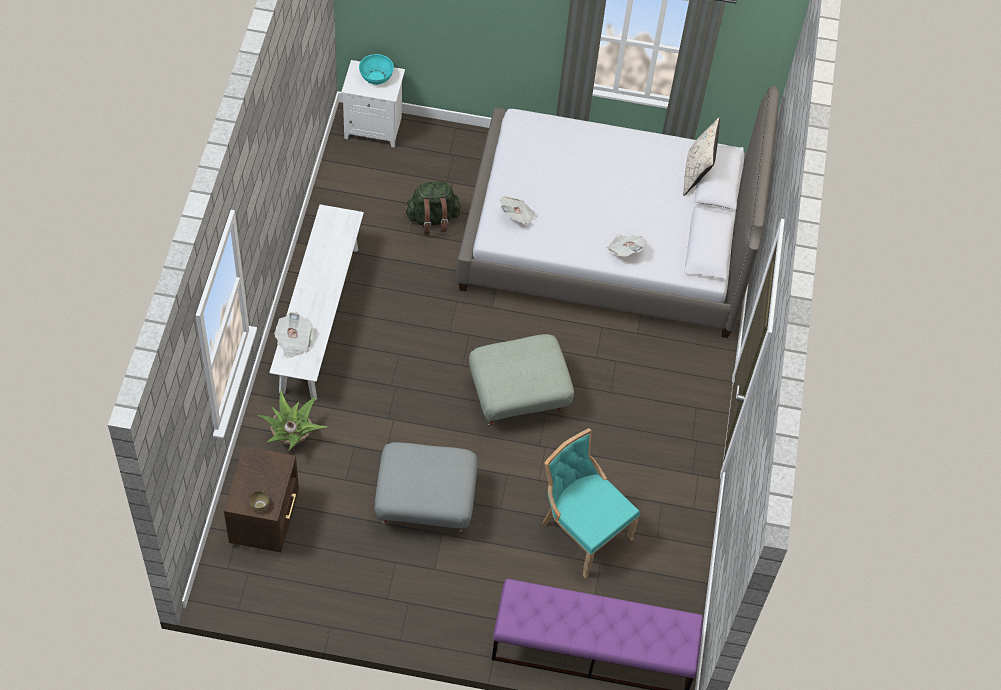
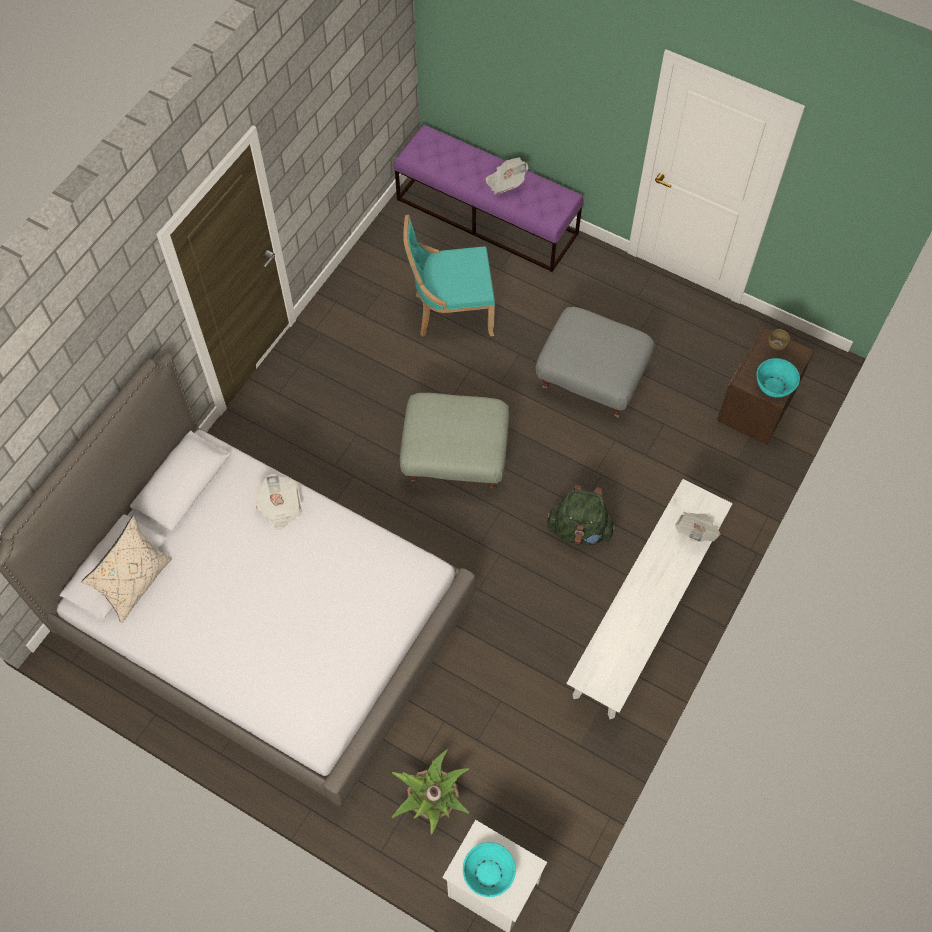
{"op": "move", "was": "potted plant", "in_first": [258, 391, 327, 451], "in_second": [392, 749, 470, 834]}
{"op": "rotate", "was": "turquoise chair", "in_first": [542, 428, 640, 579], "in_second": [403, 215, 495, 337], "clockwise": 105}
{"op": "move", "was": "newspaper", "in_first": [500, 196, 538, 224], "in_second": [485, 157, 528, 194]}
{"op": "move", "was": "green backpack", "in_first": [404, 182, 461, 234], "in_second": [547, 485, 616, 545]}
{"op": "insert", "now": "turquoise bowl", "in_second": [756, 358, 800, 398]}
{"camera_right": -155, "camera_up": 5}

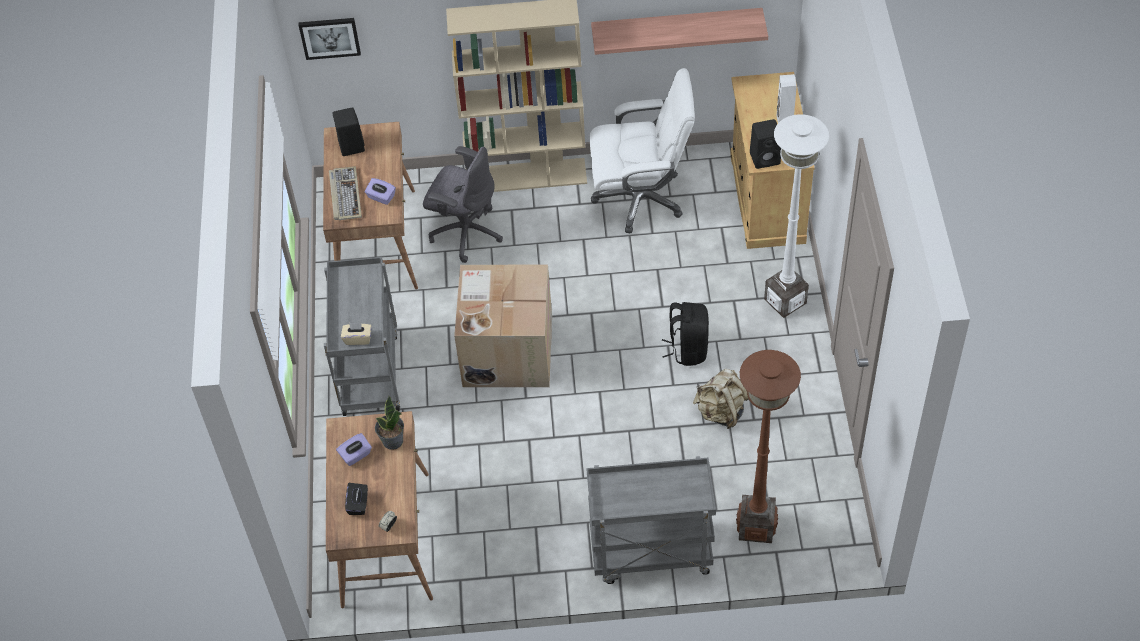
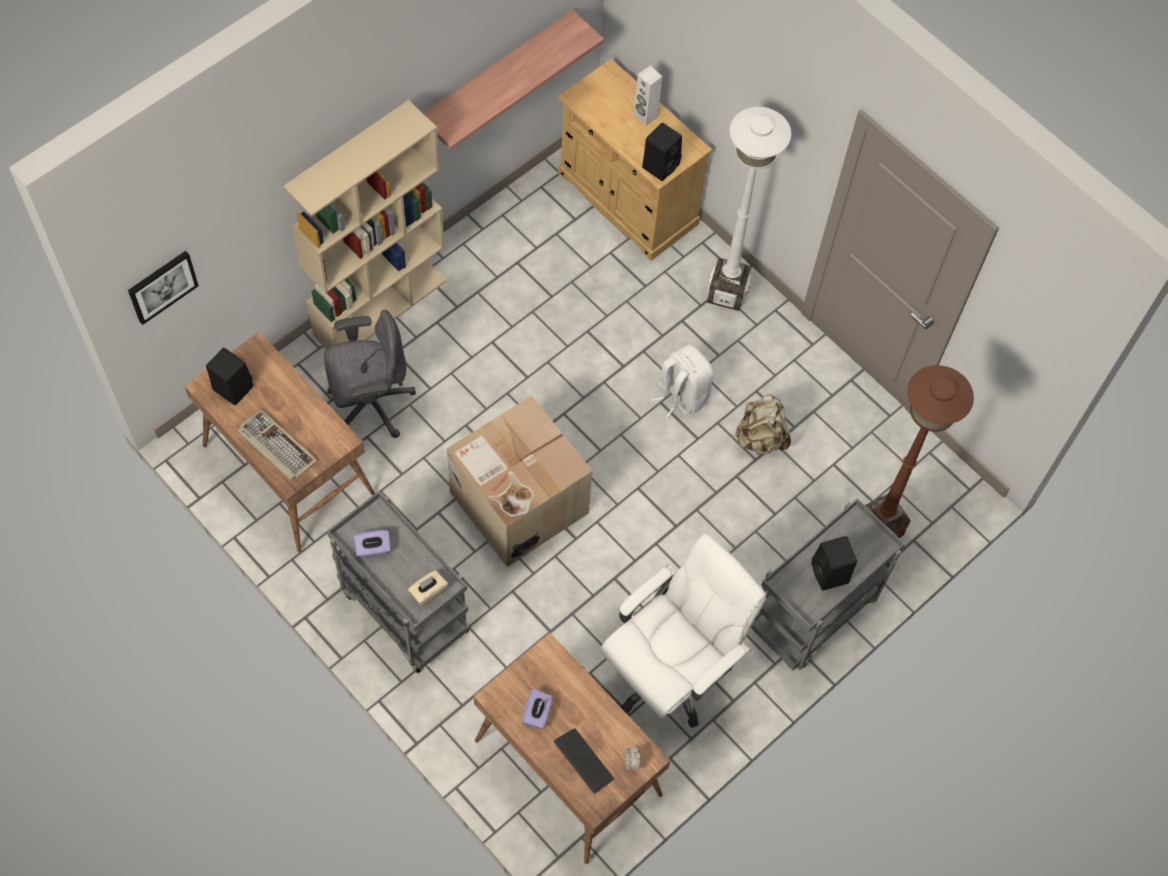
{"op": "move", "was": "purple tissue box", "in_first": [365, 178, 396, 205], "in_second": [354, 530, 391, 558]}
{"op": "replace", "was": "black tissue box", "now": "keyboard", "in_first": [345, 483, 368, 515], "in_second": [554, 728, 614, 794]}
{"op": "move", "was": "white office chair", "in_first": [590, 68, 695, 234], "in_second": [600, 533, 767, 728]}
{"op": "recolor", "was": "black backpack", "now": "white backpack", "in_first": [662, 302, 709, 366], "in_second": [652, 345, 713, 418]}
{"op": "insert", "now": "black speaker", "in_second": [811, 536, 857, 590]}
{"op": "delete", "was": "potted plant", "in_first": [375, 396, 404, 450]}
{"camera_right": -45, "camera_up": 10}

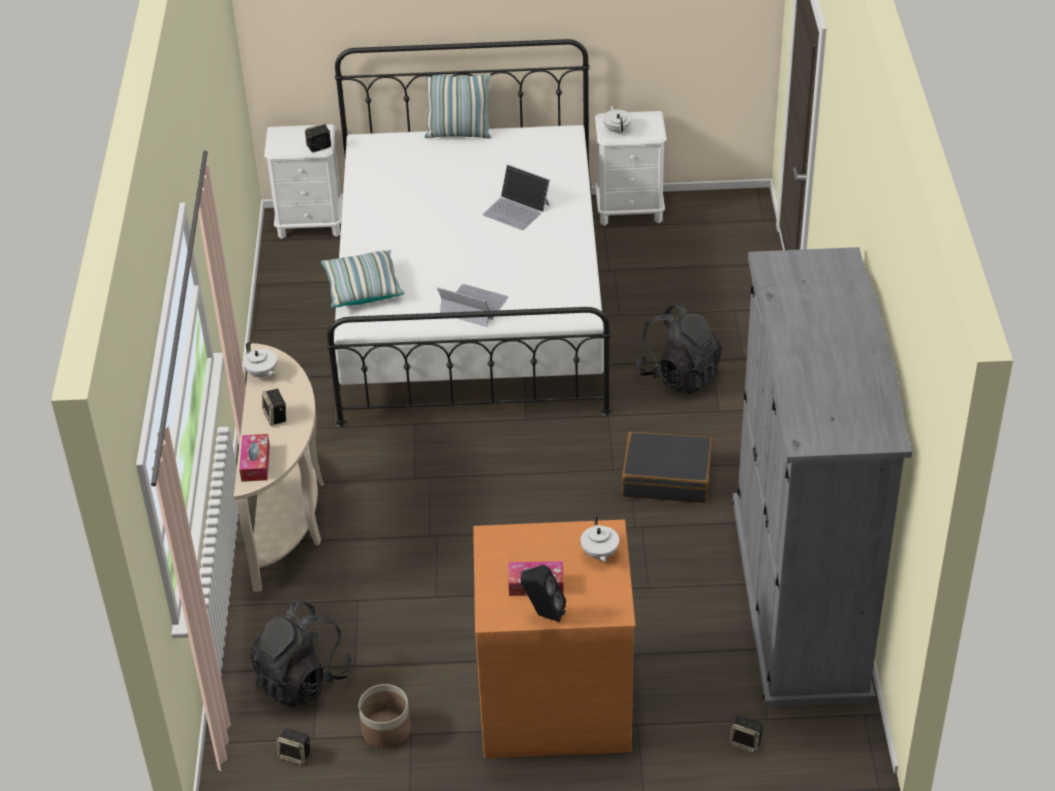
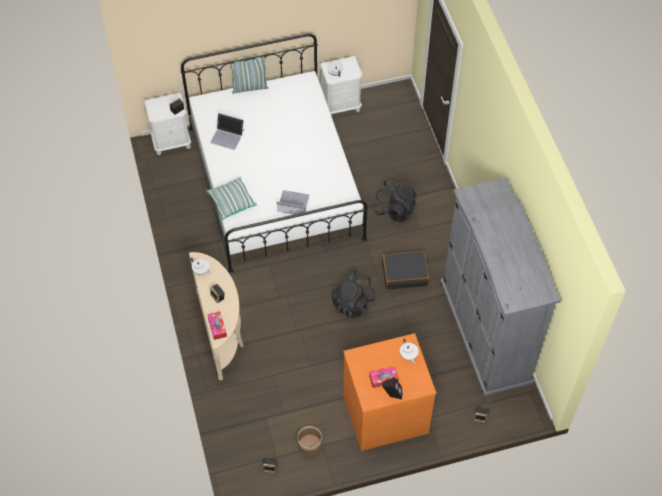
{"op": "move", "was": "laptop", "in_first": [483, 164, 550, 230], "in_second": [210, 113, 244, 150]}
{"op": "move", "was": "black backpack", "in_first": [250, 601, 353, 708], "in_second": [331, 269, 376, 318]}
{"camera_right": -15, "camera_up": 15}

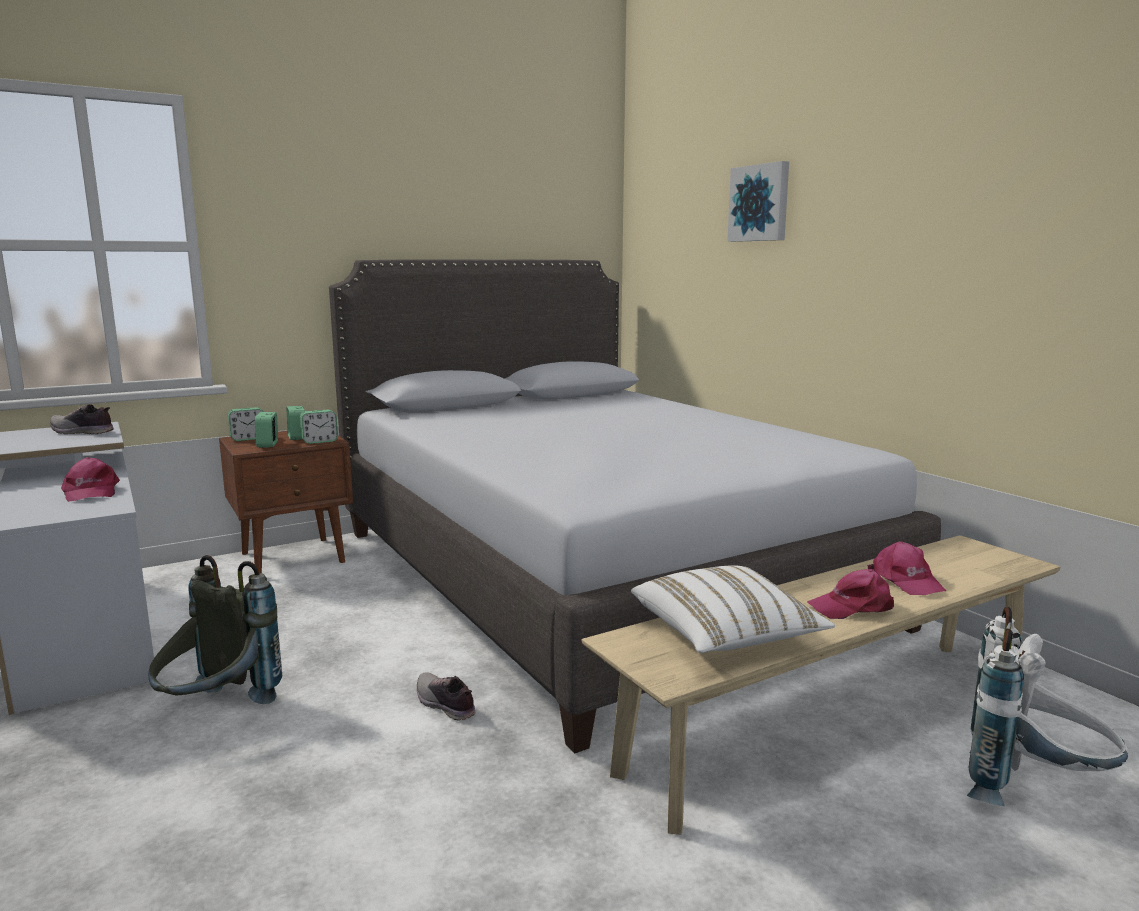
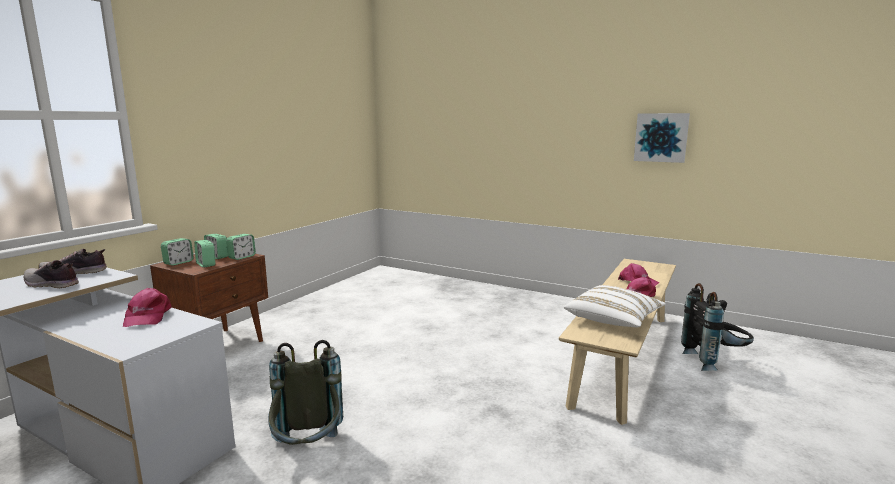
{"op": "move", "was": "shoe", "in_first": [417, 672, 476, 721], "in_second": [24, 260, 79, 288]}
{"op": "rotate", "was": "pink cap", "in_first": [61, 457, 120, 502], "in_second": [123, 288, 172, 327], "clockwise": 45}
{"op": "move", "was": "picture", "in_first": [727, 161, 789, 242], "in_second": [634, 113, 690, 163]}
{"op": "recolor", "was": "white backpack", "now": "black backpack", "in_first": [967, 607, 1129, 806], "in_second": [681, 283, 754, 371]}
{"op": "delete", "was": "grey bed", "in_first": [329, 259, 941, 754]}
{"camera_right": -30, "camera_up": 0}

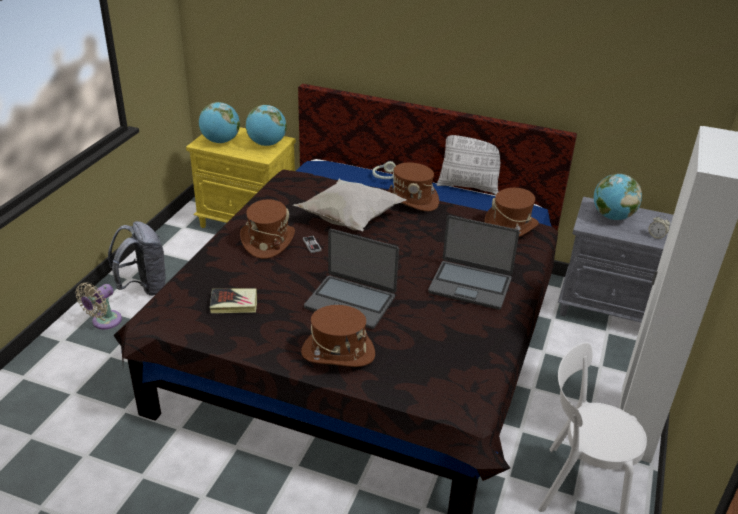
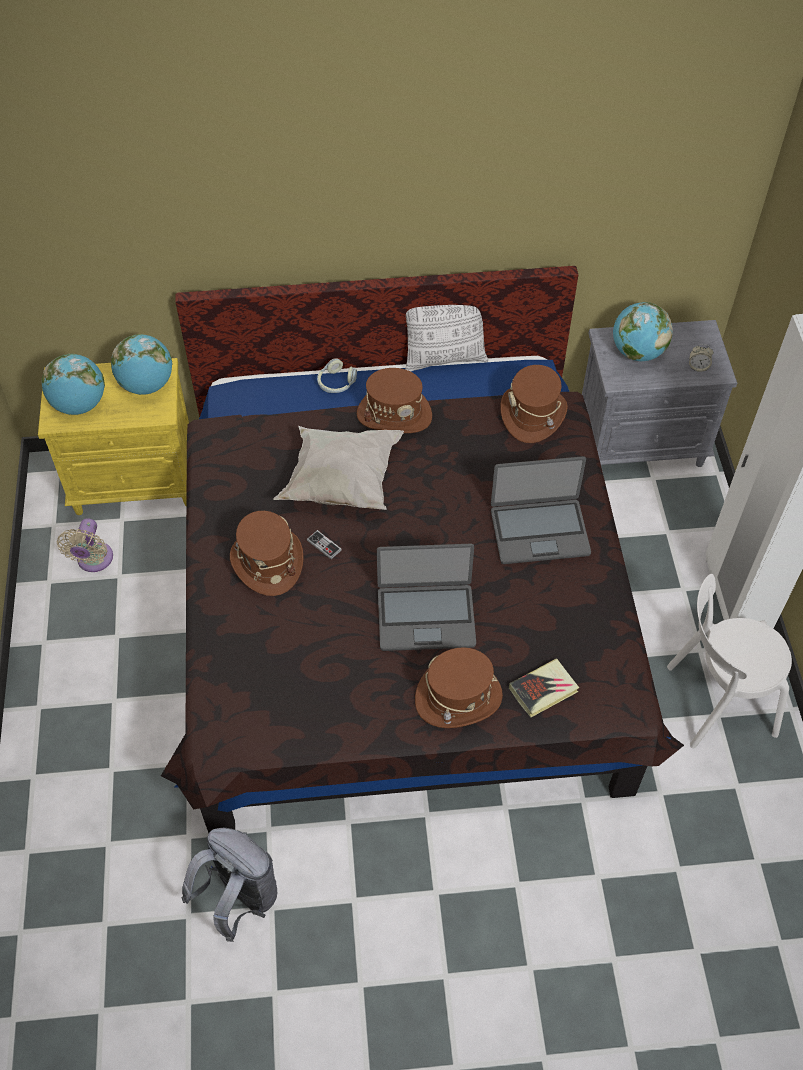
{"op": "move", "was": "beige fan", "in_first": [75, 283, 122, 329], "in_second": [57, 518, 113, 572]}
{"op": "move", "was": "grey backpack", "in_first": [108, 221, 166, 296], "in_second": [182, 828, 277, 942]}
{"op": "move", "was": "book", "in_first": [210, 288, 257, 313], "in_second": [509, 658, 580, 717]}
{"camera_right": -25, "camera_up": 20}

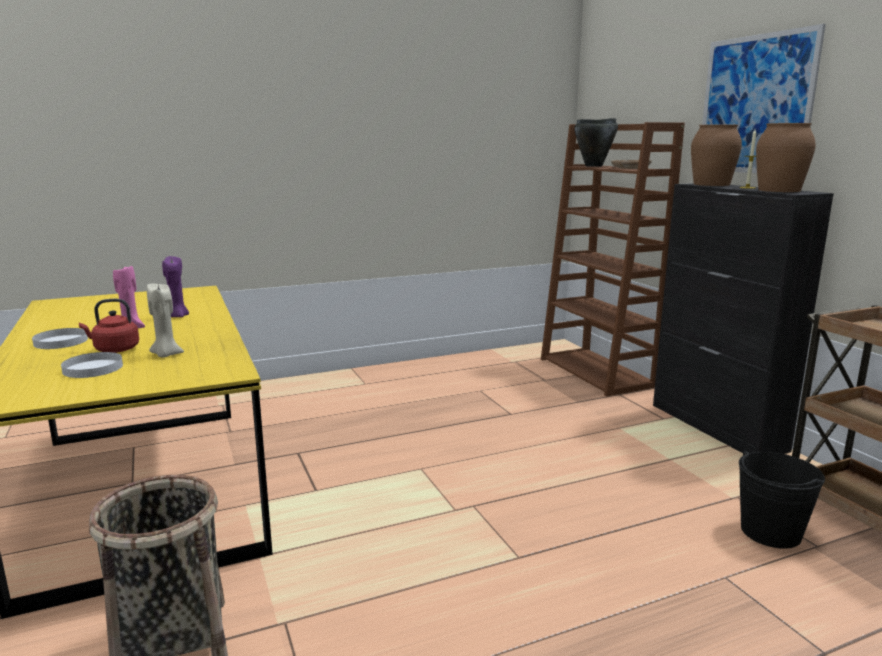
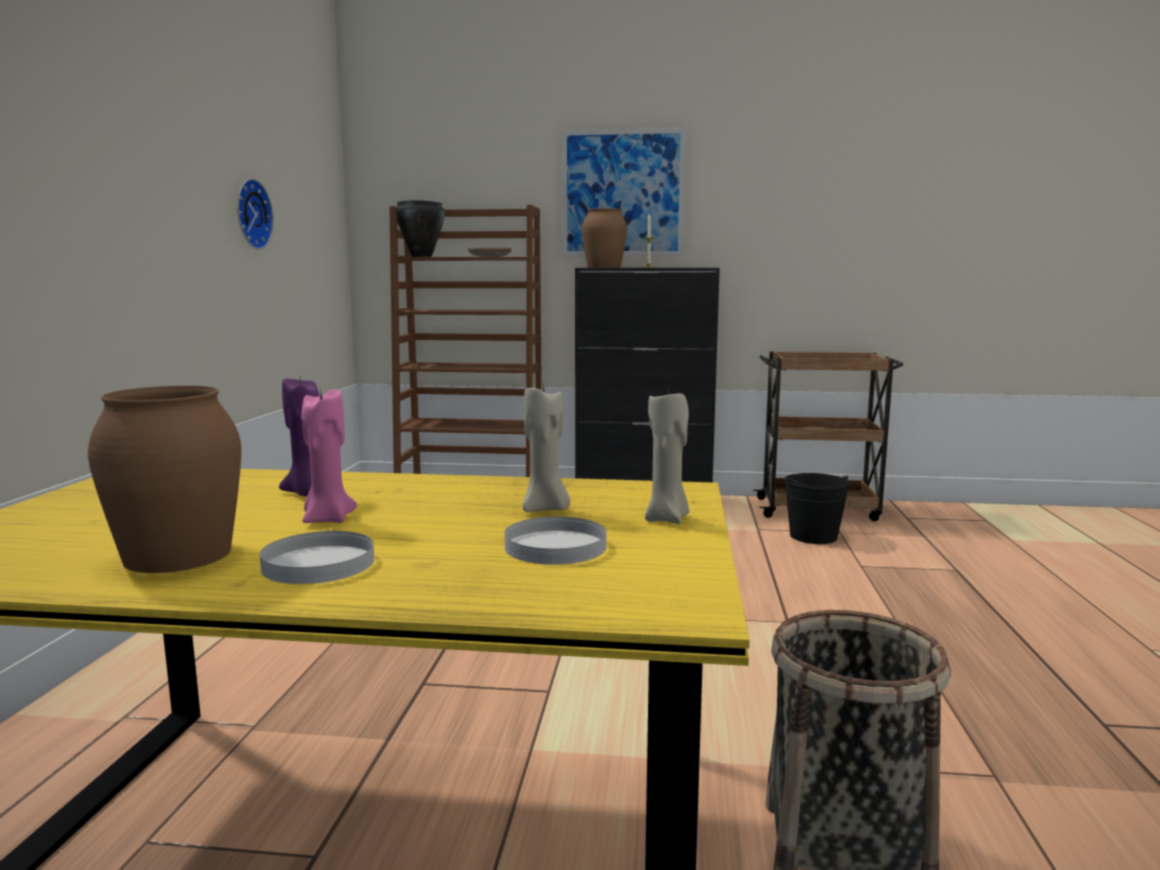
{"op": "move", "was": "brown vase", "in_first": [756, 123, 816, 192], "in_second": [88, 386, 241, 573]}
{"op": "insert", "now": "wall clock", "in_second": [237, 179, 274, 250]}
{"op": "insert", "now": "beige candle", "in_second": [645, 390, 689, 524]}
{"op": "delete", "was": "red kettle", "in_first": [79, 299, 139, 353]}
{"camera_right": -60, "camera_up": -5}

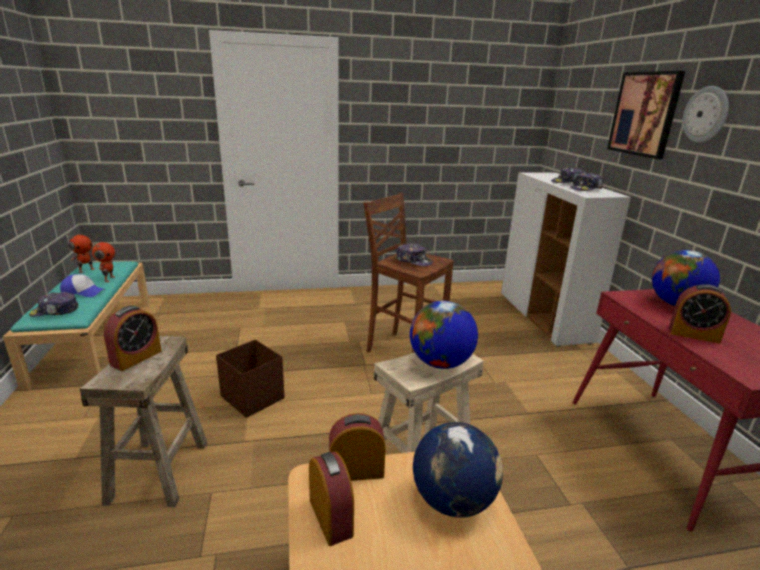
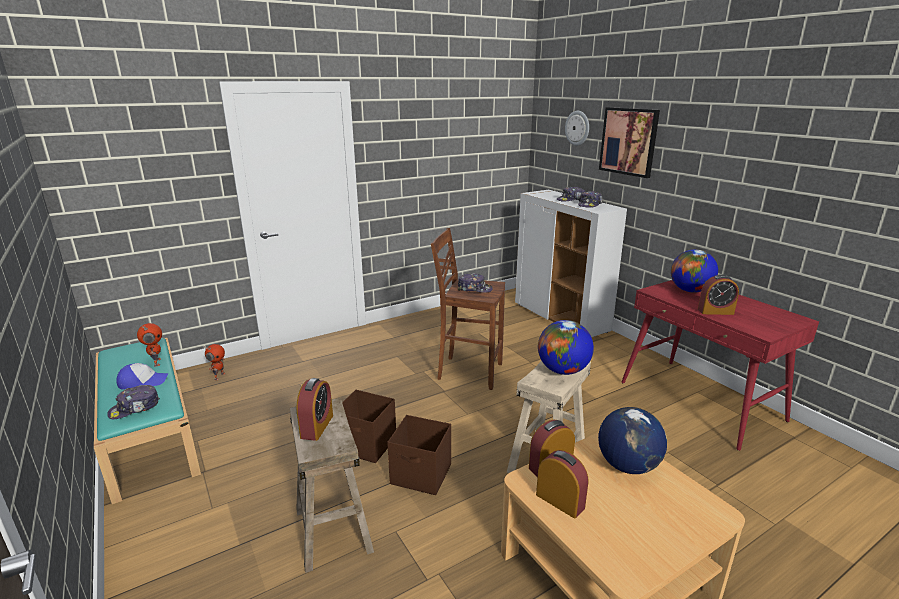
{"op": "move", "was": "toy robot", "in_first": [66, 234, 94, 273], "in_second": [205, 344, 226, 380]}
{"op": "insert", "now": "brown storage box", "in_second": [387, 415, 451, 495]}
{"op": "move", "was": "wall clock", "in_first": [682, 86, 729, 143], "in_second": [565, 111, 589, 146]}
{"camera_right": -20, "camera_up": 0}

